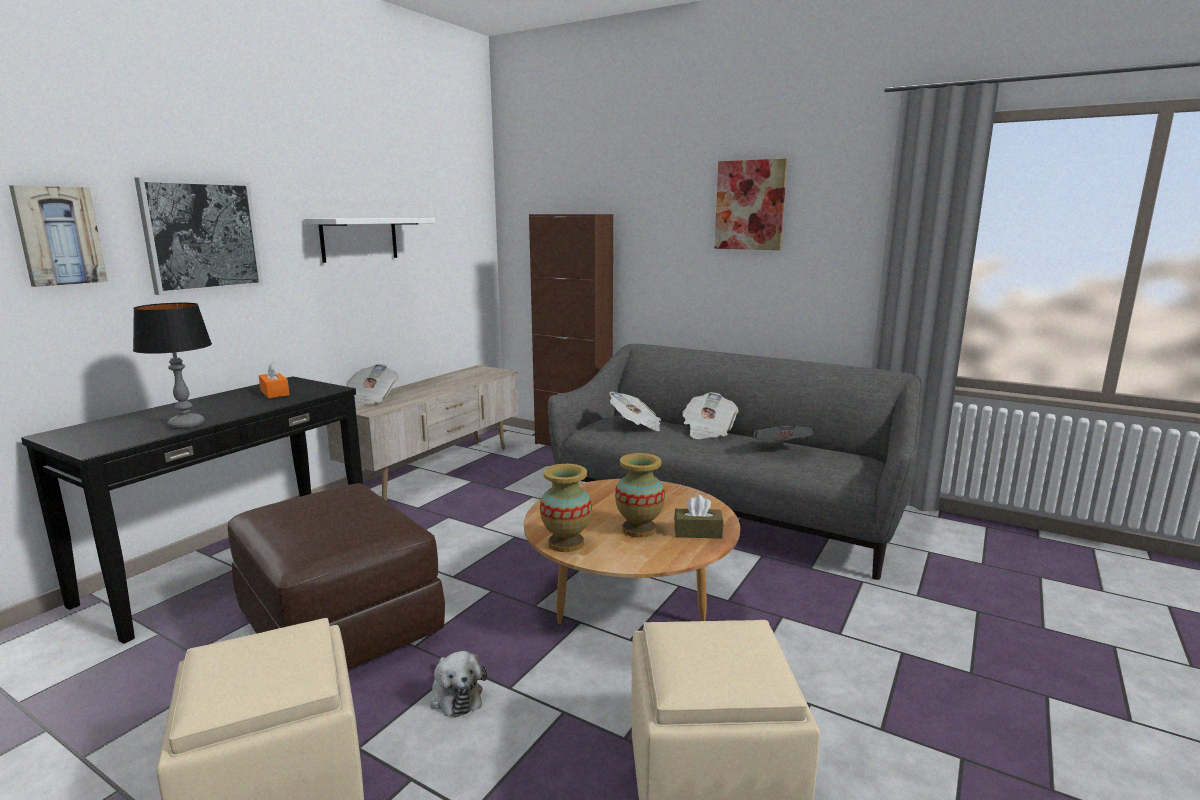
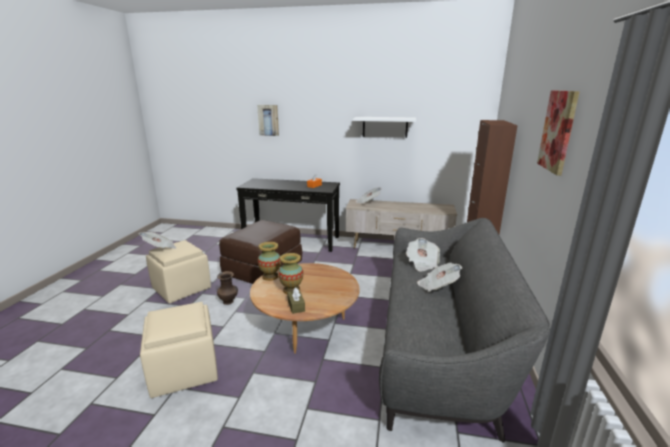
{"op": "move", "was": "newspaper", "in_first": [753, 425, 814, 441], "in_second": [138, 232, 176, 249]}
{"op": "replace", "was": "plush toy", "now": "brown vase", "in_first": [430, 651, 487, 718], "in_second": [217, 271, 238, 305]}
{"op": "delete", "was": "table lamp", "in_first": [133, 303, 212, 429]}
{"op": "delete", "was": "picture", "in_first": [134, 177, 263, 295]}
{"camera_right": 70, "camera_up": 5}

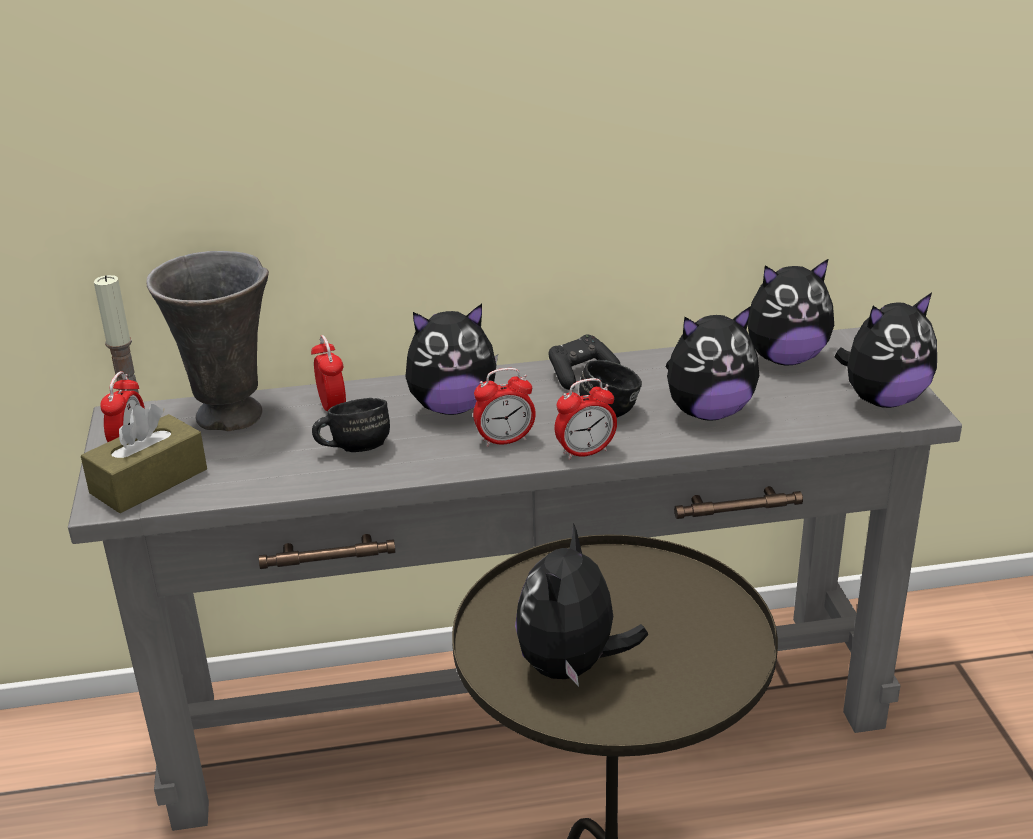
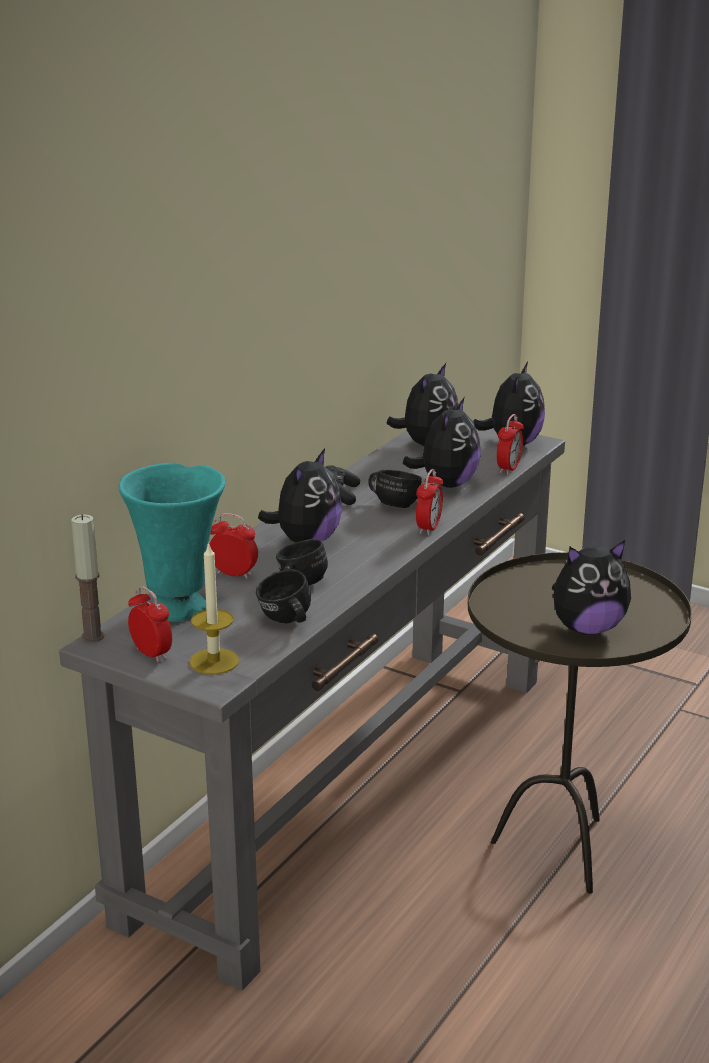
{"op": "recolor", "was": "grey vase", "now": "turquoise vase", "in_first": [146, 251, 269, 431], "in_second": [119, 463, 225, 622]}
{"op": "replace", "was": "brown tissue box", "now": "candle", "in_first": [81, 404, 207, 513], "in_second": [189, 542, 239, 675]}
{"op": "insert", "now": "black mug", "in_second": [256, 569, 311, 623]}
{"op": "move", "was": "alarm clock", "in_first": [473, 368, 536, 447], "in_second": [497, 414, 524, 475]}
{"op": "rotate", "was": "plush toy", "in_first": [515, 523, 648, 687], "in_second": [552, 540, 631, 635], "clockwise": -75}
{"camera_right": -50, "camera_up": -5}

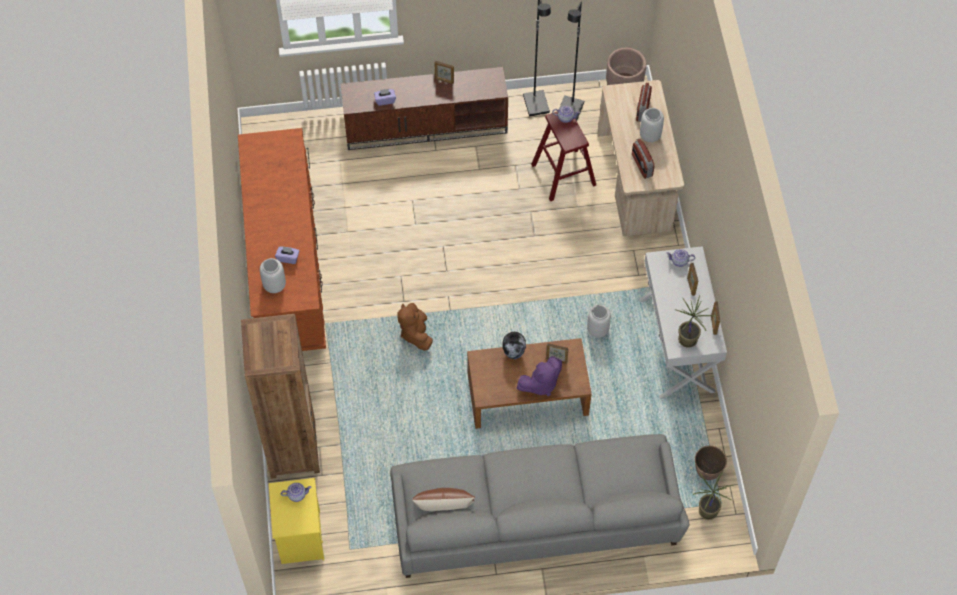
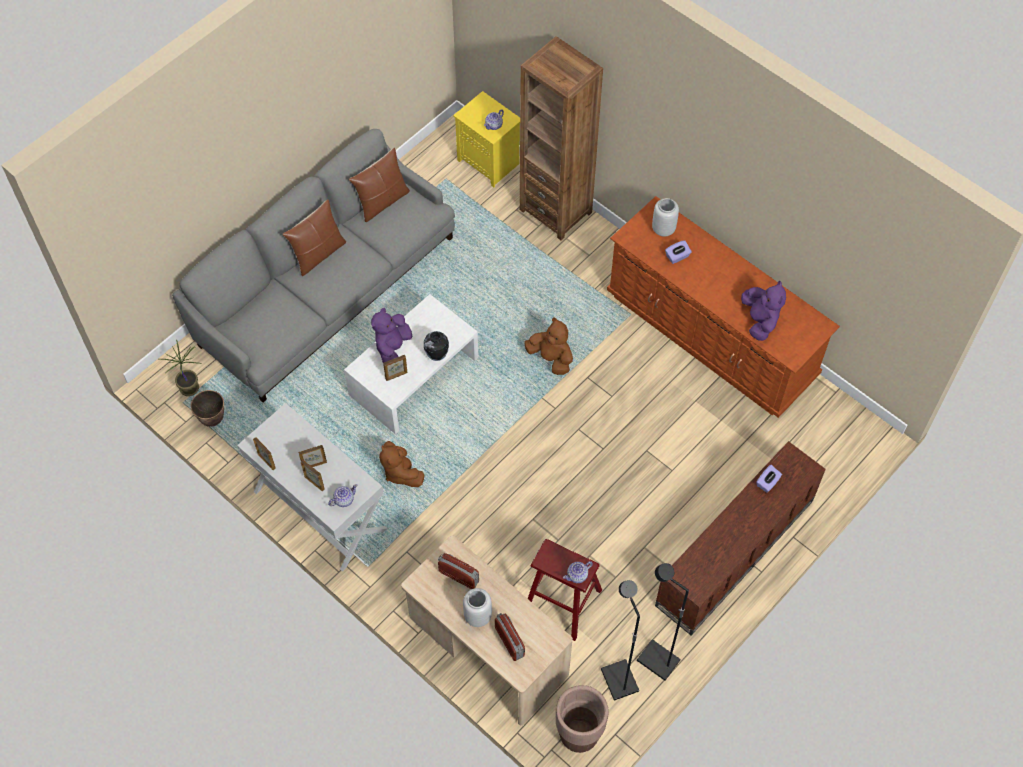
{"op": "insert", "now": "brown pillow", "in_second": [282, 199, 346, 276]}
{"op": "move", "was": "picture frame", "in_first": [435, 61, 454, 84], "in_second": [299, 445, 327, 467]}
{"op": "recolor", "was": "brown coffee table", "now": "white coffee table", "in_first": [467, 338, 592, 429], "in_second": [344, 294, 479, 434]}
{"op": "replace", "was": "grey vase", "now": "brown plush toy", "in_first": [587, 305, 611, 338], "in_second": [379, 441, 424, 487]}
{"op": "insert", "now": "purple plush toy", "in_second": [741, 280, 786, 341]}
{"op": "delete", "was": "potted plant", "in_first": [674, 295, 717, 348]}
{"camera_right": 140, "camera_up": 0}

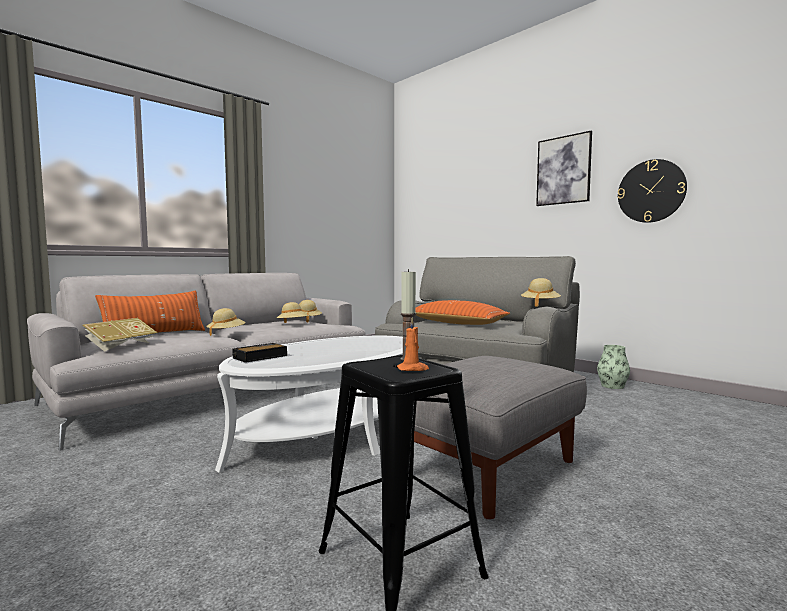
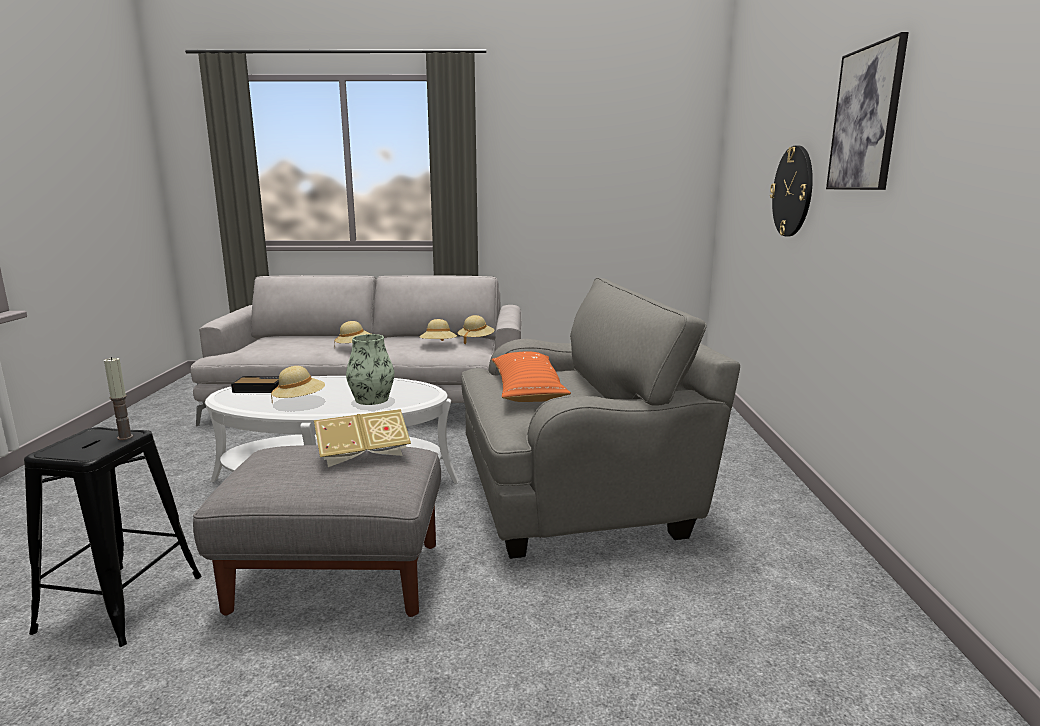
{"op": "move", "was": "beige hat", "in_first": [521, 278, 561, 307], "in_second": [271, 366, 325, 402]}
{"op": "move", "was": "book", "in_first": [83, 318, 157, 352], "in_second": [314, 409, 411, 467]}
{"op": "move", "was": "vase", "in_first": [597, 345, 630, 389], "in_second": [346, 334, 394, 405]}
{"op": "move", "was": "wall clock", "in_first": [618, 159, 687, 223], "in_second": [770, 146, 813, 236]}
{"op": "delete", "was": "orange pillow", "in_first": [95, 290, 205, 333]}
{"op": "delete", "was": "orange candle", "in_first": [397, 317, 429, 371]}
{"camera_right": 45, "camera_up": 10}

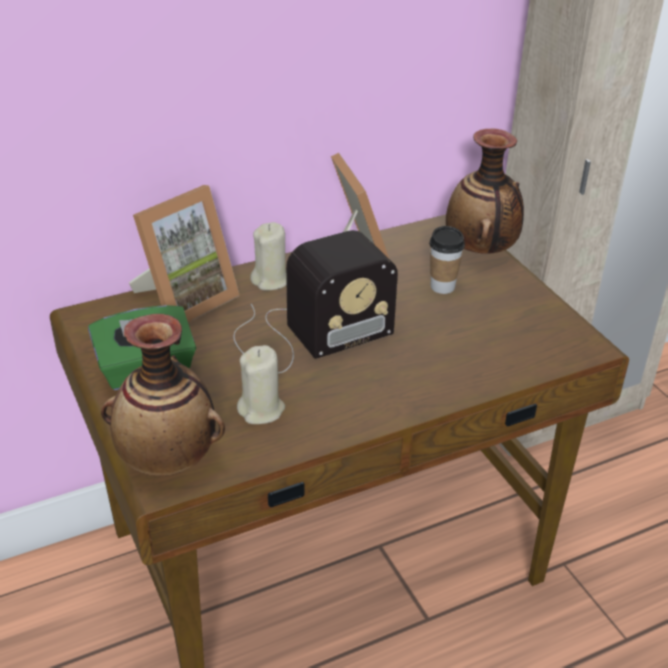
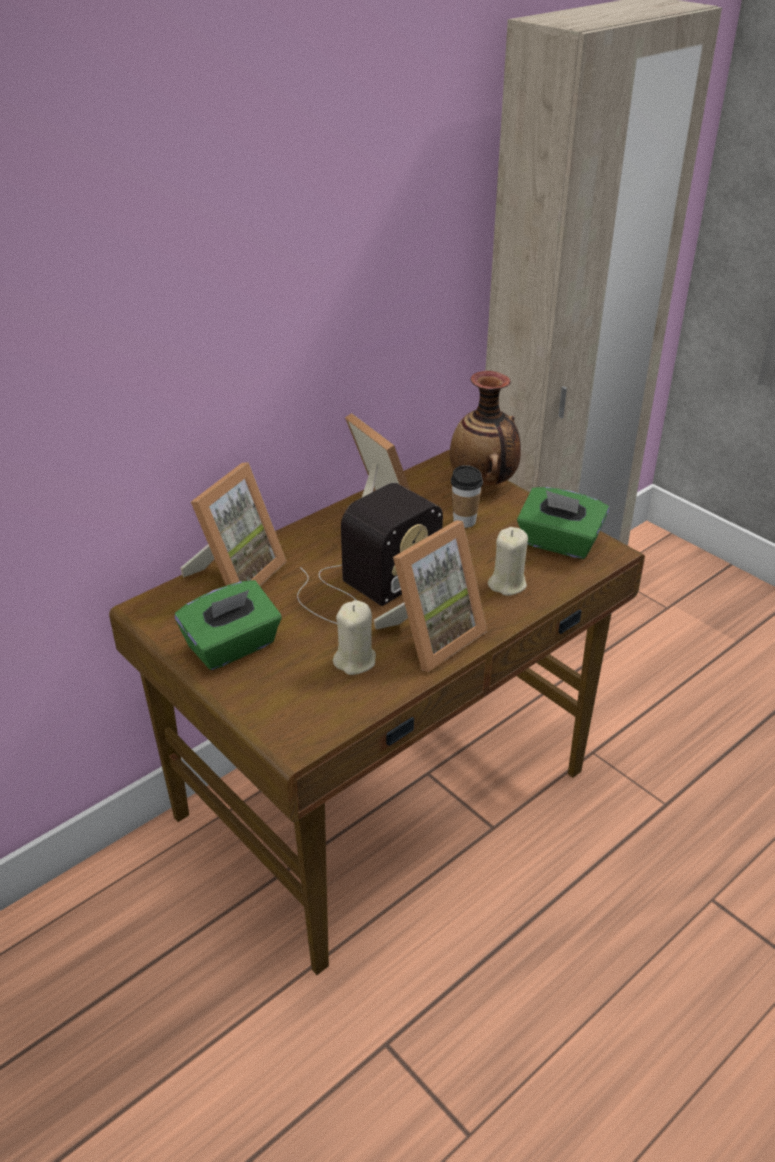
{"op": "insert", "now": "picture frame", "in_second": [374, 520, 487, 672]}
{"op": "move", "was": "beige candle", "in_first": [250, 222, 287, 290], "in_second": [488, 527, 528, 596]}
{"op": "insert", "now": "green tissue box", "in_second": [517, 487, 609, 559]}
{"op": "delete", "was": "vase", "in_first": [101, 314, 225, 476]}
{"camera_right": -15, "camera_up": 0}

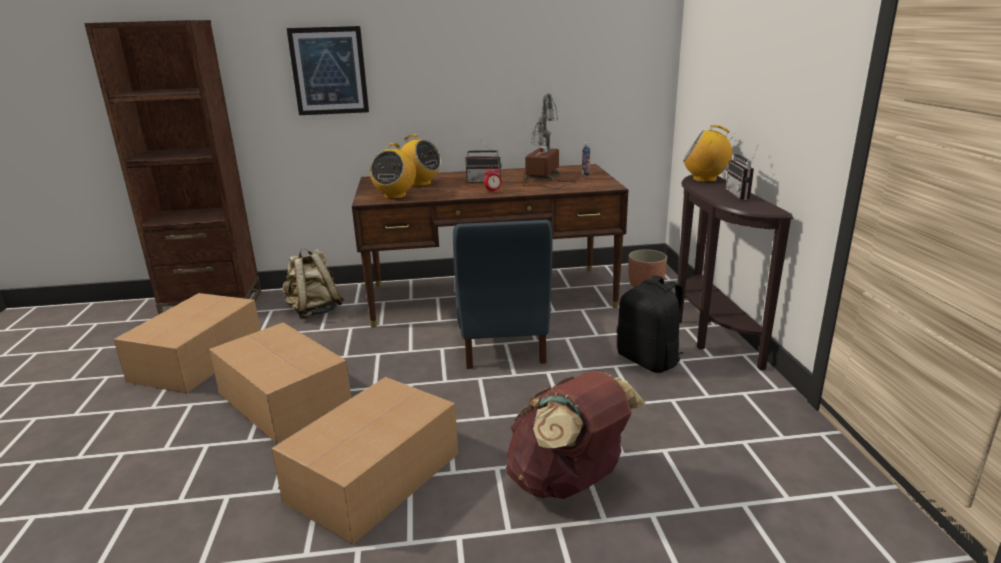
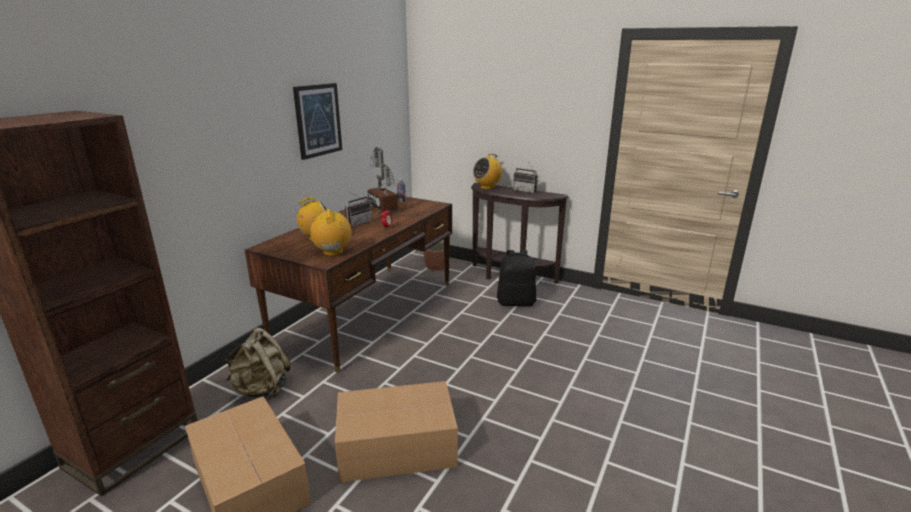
{"op": "move", "was": "picture", "in_first": [286, 26, 369, 115], "in_second": [293, 83, 342, 160]}
{"op": "rotate", "was": "radio", "in_first": [370, 143, 416, 199], "in_second": [310, 209, 352, 256], "clockwise": -150}
{"op": "delete", "was": "cardboard box", "in_first": [272, 377, 458, 545]}
{"op": "delete", "was": "blue chair", "in_first": [453, 220, 553, 369]}
{"op": "delete", "was": "brown backpack", "in_first": [506, 371, 645, 499]}
{"camera_right": -55, "camera_up": 0}

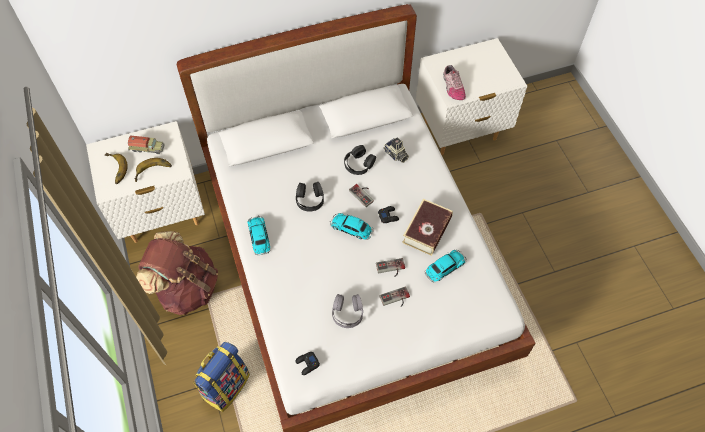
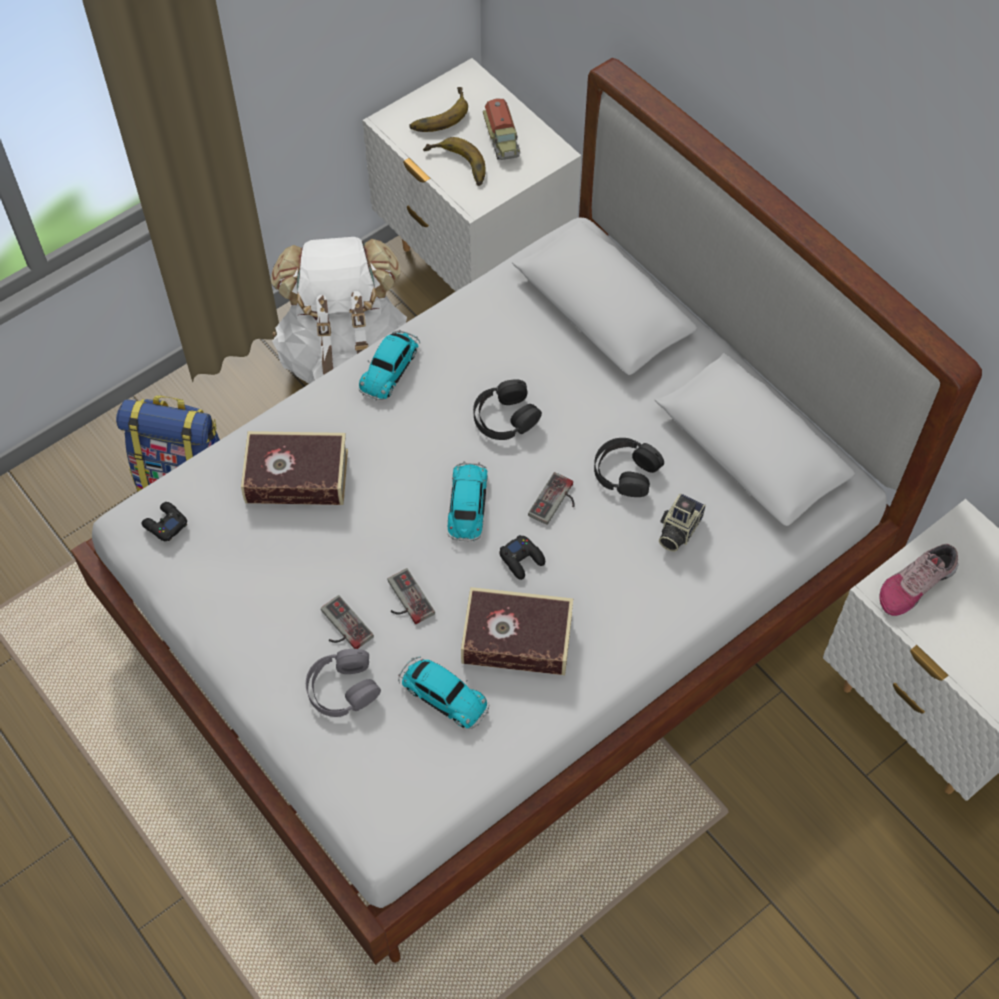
{"op": "insert", "now": "book", "in_second": [241, 431, 348, 505]}
{"op": "recolor", "was": "brown backpack", "now": "white backpack", "in_first": [136, 231, 218, 315], "in_second": [271, 237, 410, 384]}
{"op": "move", "was": "grey headphones", "in_first": [332, 294, 363, 328], "in_second": [306, 649, 381, 717]}
{"op": "rotate", "was": "toy car", "in_first": [248, 215, 271, 255], "in_second": [359, 330, 420, 401], "clockwise": 150}
{"camera_right": 70, "camera_up": 0}

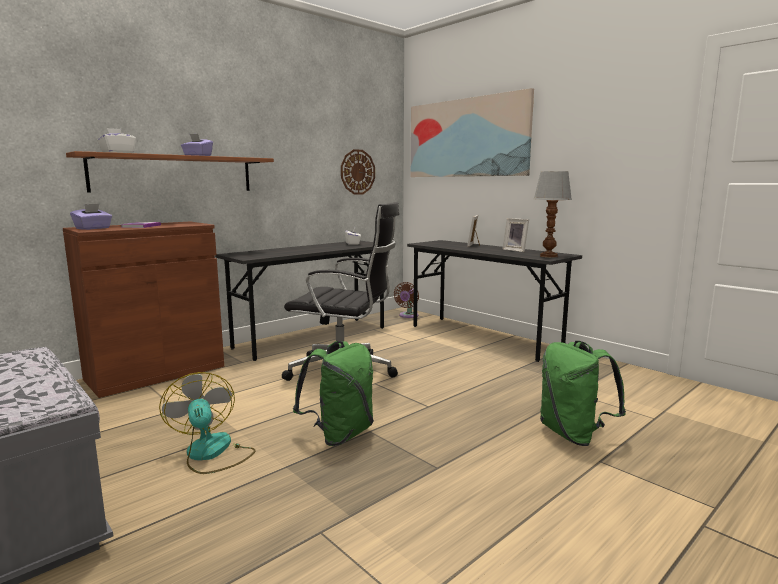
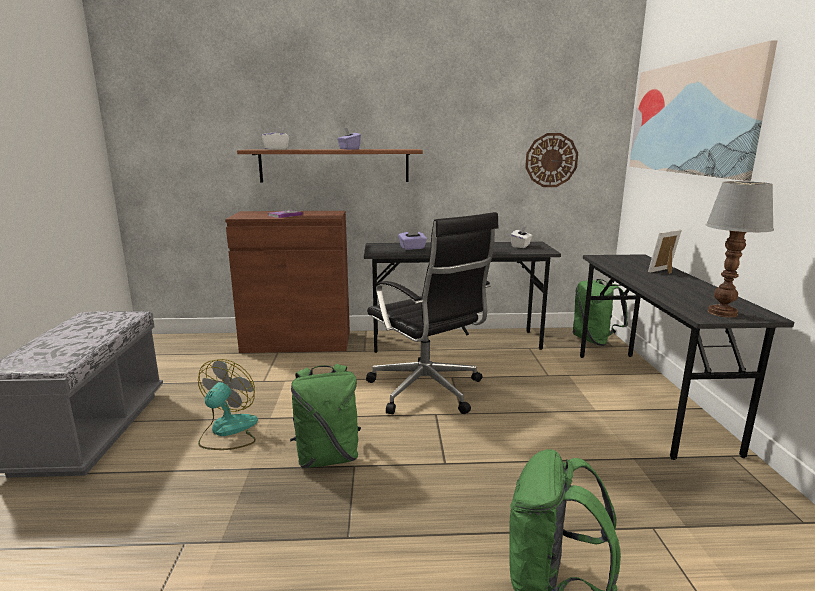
{"op": "move", "was": "purple tissue box", "in_first": [70, 204, 112, 230], "in_second": [398, 229, 427, 250]}
{"op": "replace", "was": "brown fan", "now": "green backpack", "in_first": [394, 282, 419, 318], "in_second": [573, 279, 628, 346]}
{"op": "delete", "was": "picture frame", "in_first": [502, 218, 529, 252]}
{"camera_right": 40, "camera_up": 5}

